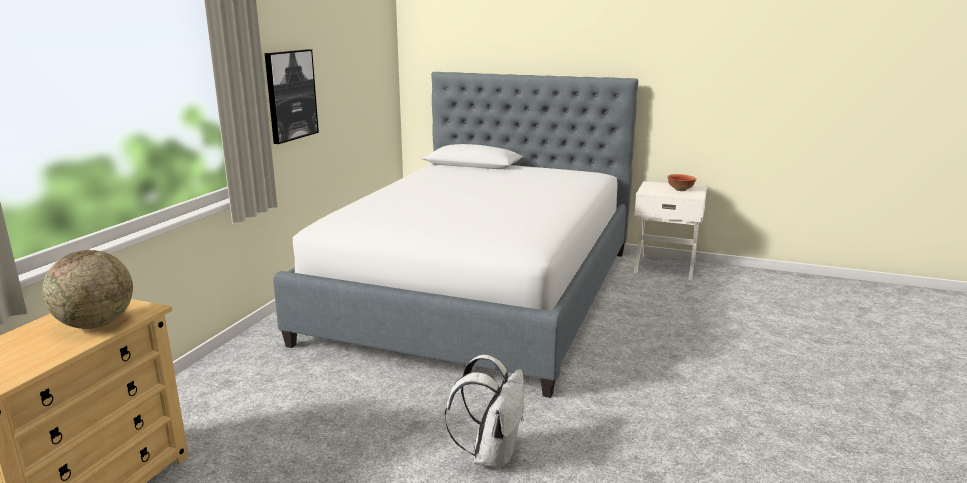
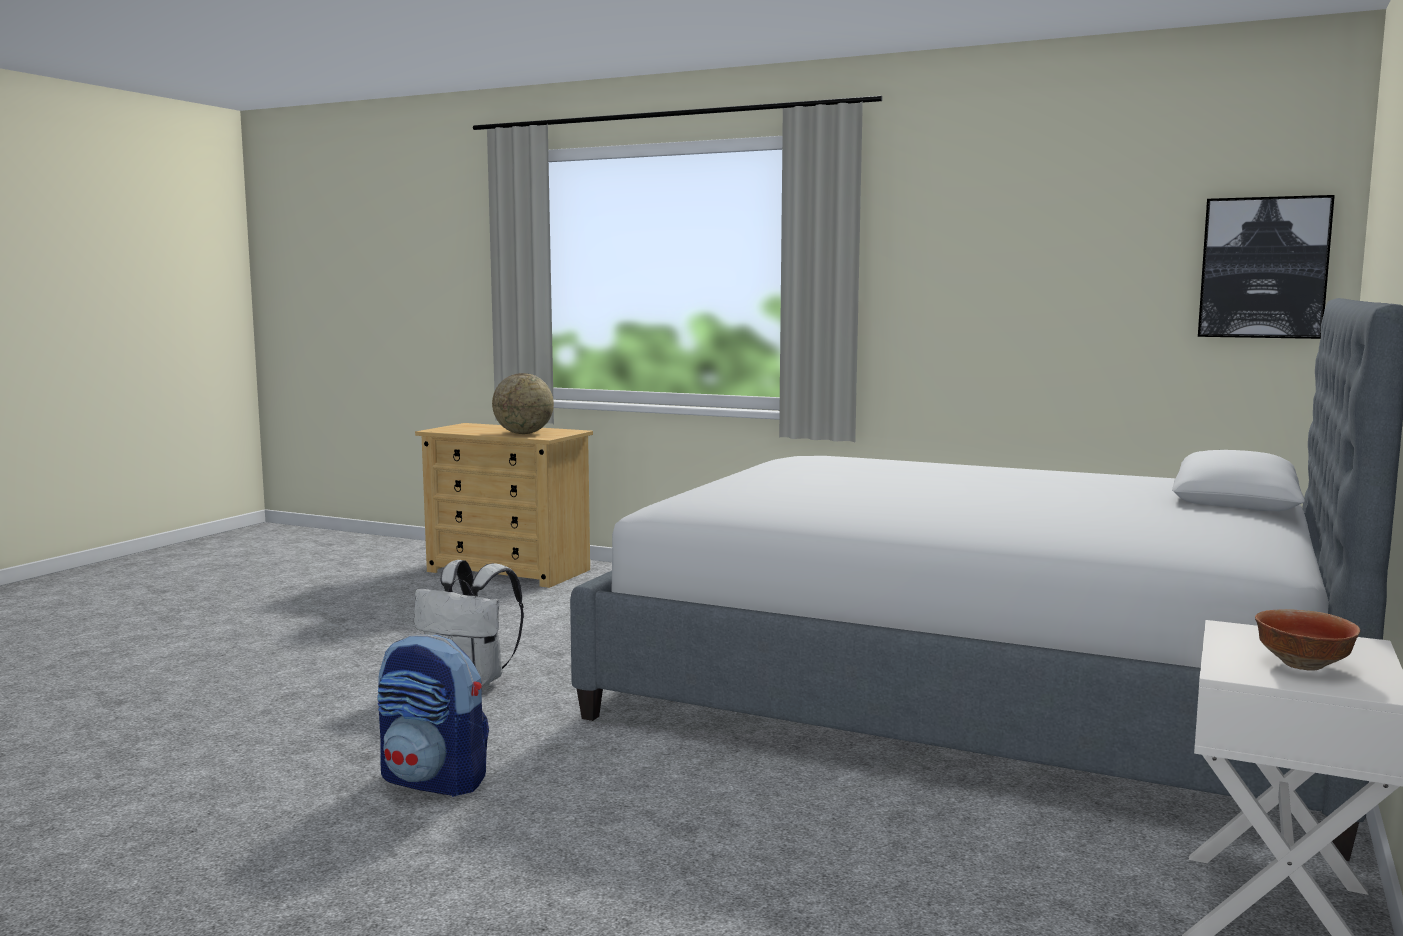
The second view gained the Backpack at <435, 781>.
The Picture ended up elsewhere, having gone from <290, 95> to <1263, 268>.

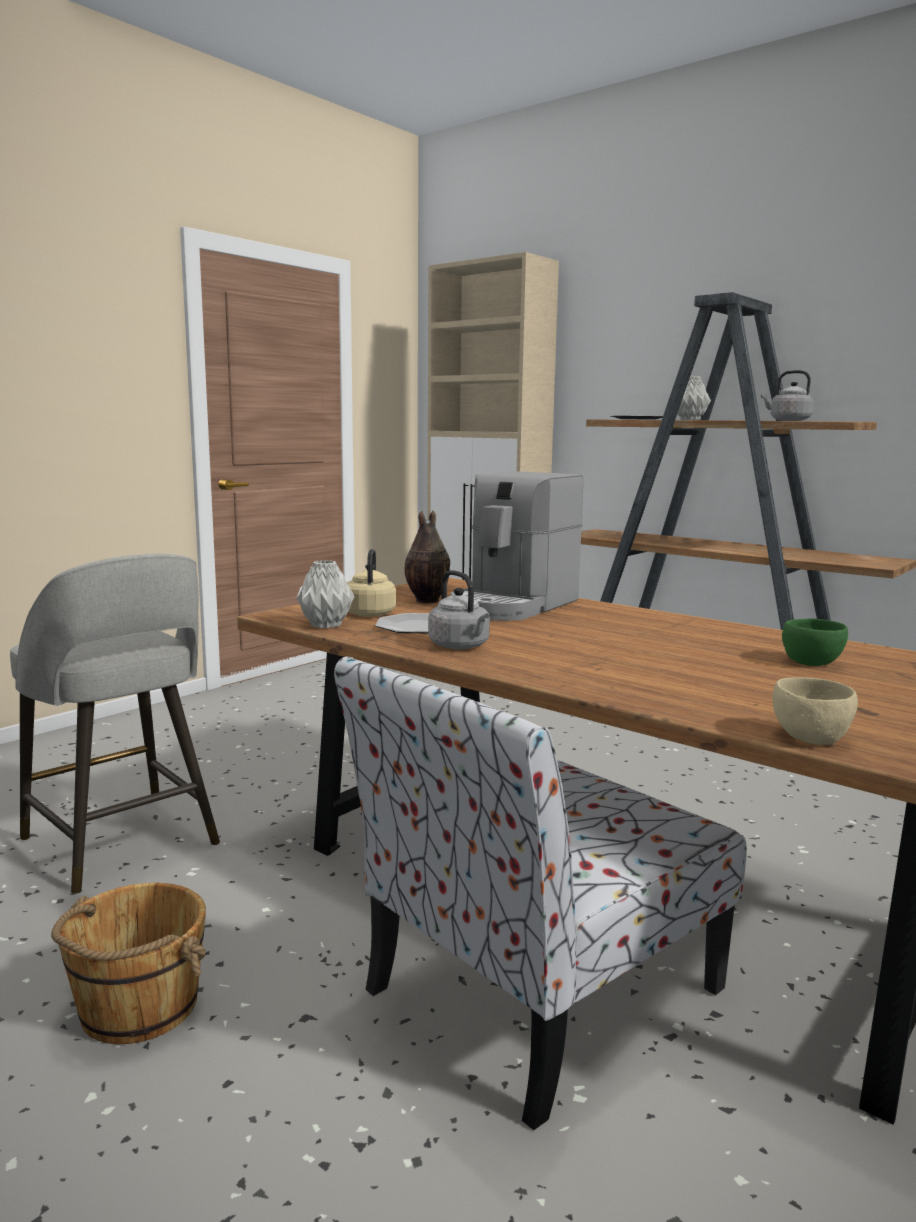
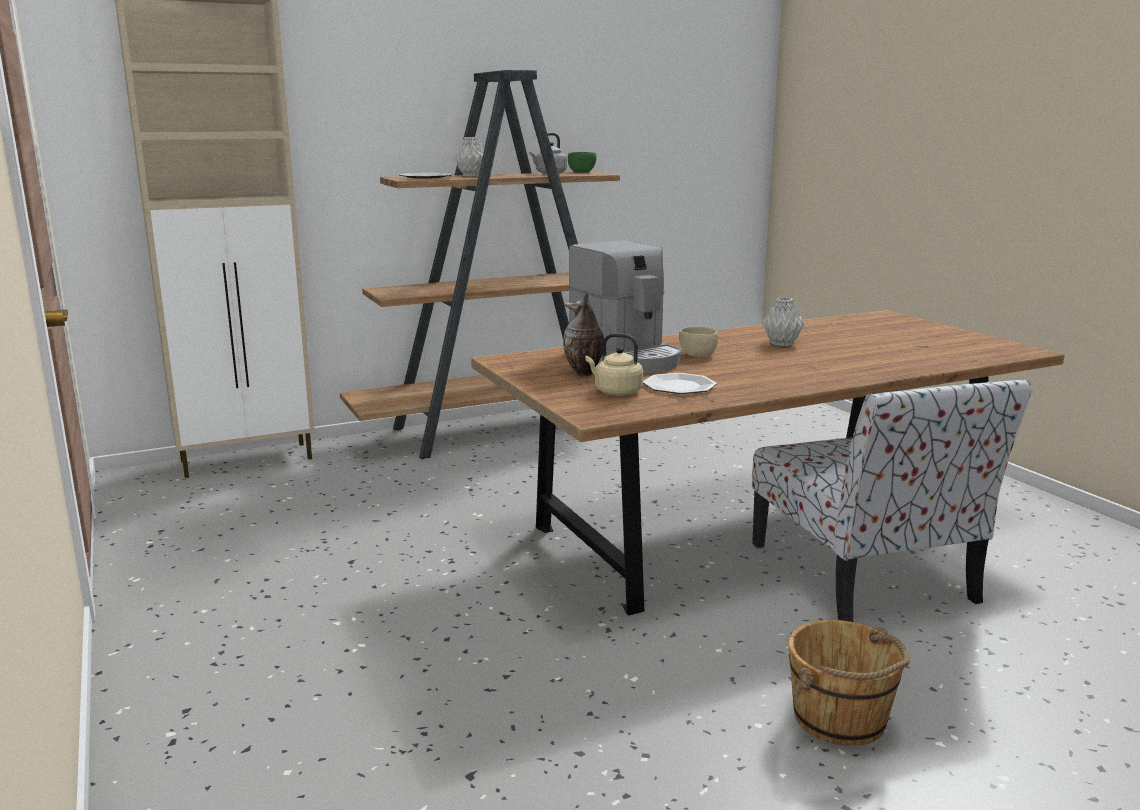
The second view lost the GreyStool at <122, 844>.
The second view lost the GreyKettle at <461, 646>.
The GreyVase ended up elsewhere, having gone from <326, 625> to <782, 344>.
The BeigeBowl ended up elsewhere, having gone from <808, 738> to <698, 355>.
The GreenBowl ended up elsewhere, having gone from <811, 662> to <581, 172>.

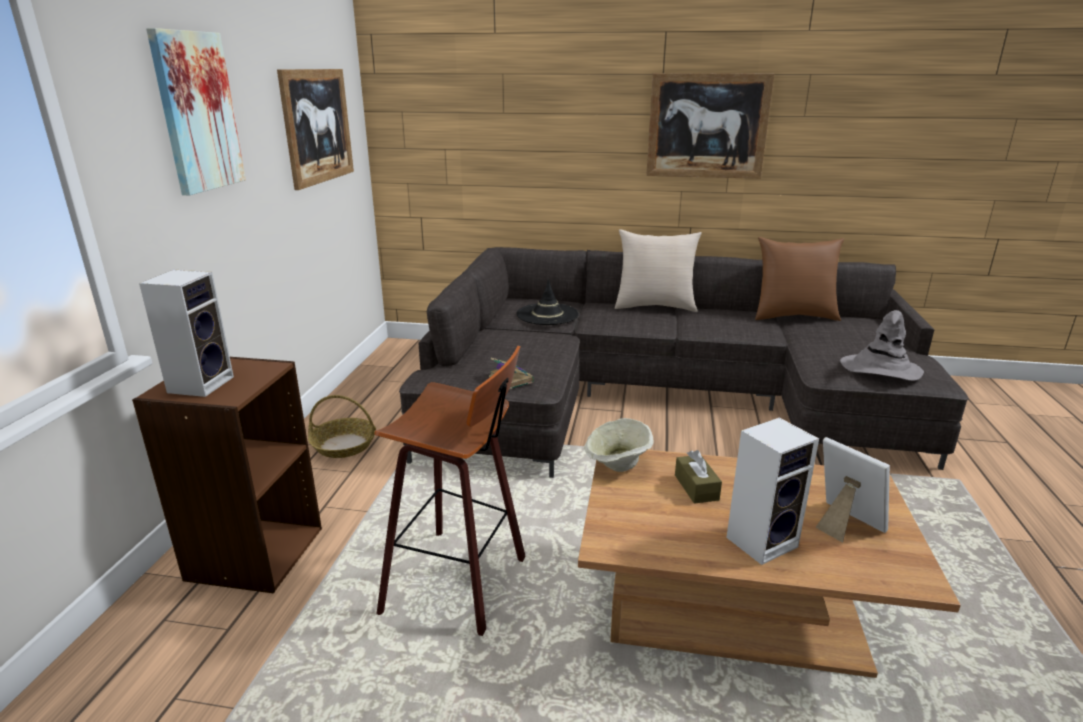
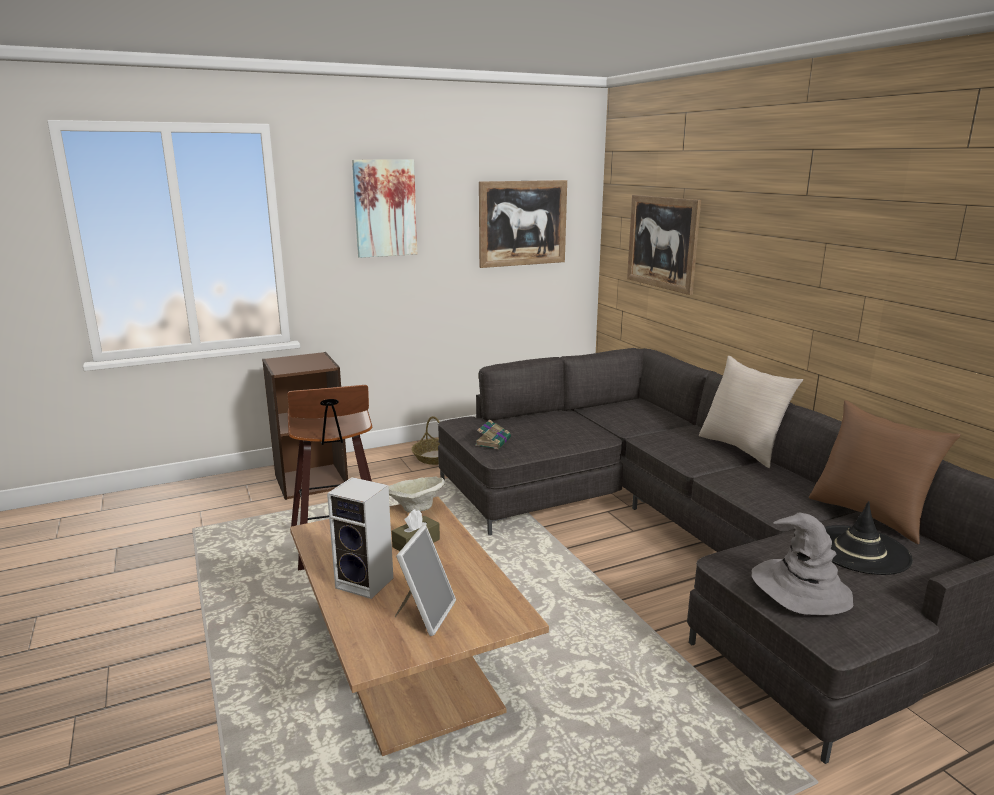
The second view lost the Speaker at <201, 383>.
The BlackHat ended up elsewhere, having gone from <547, 314> to <859, 550>.
The Picture ended up elsewhere, having gone from <707, 126> to <662, 242>.

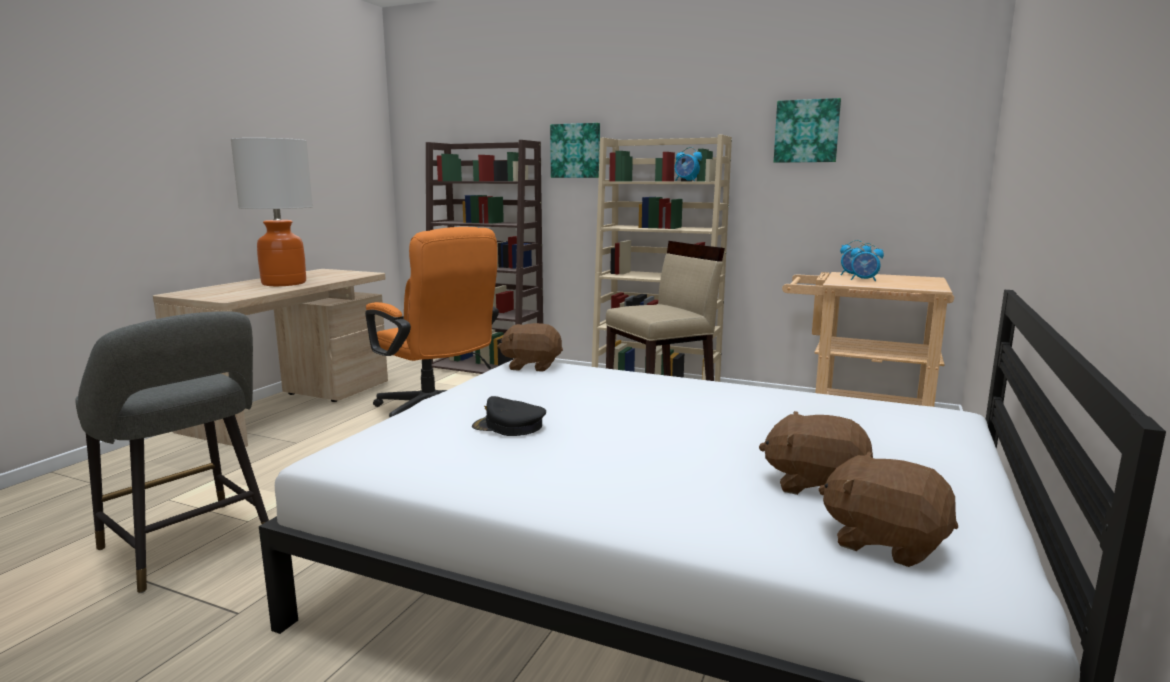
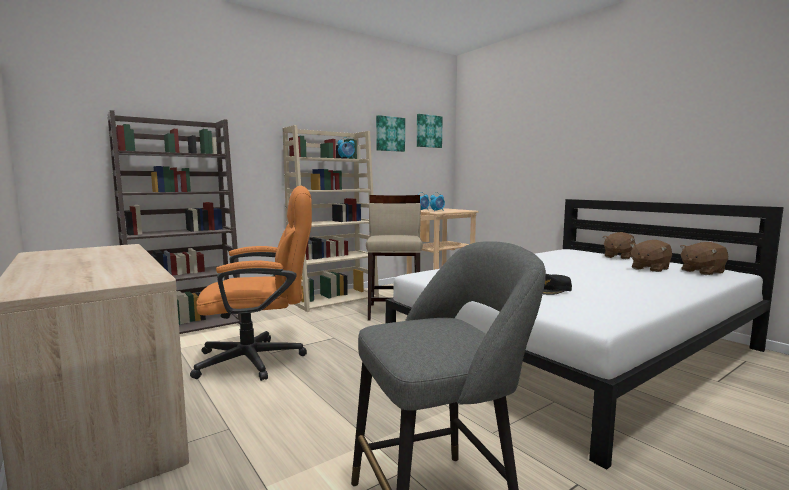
The second view lost the TableLamp at <283, 283>.
The BrownPlushToy ended up elsewhere, having gone from <532, 366> to <618, 257>.
The Picture ended up elsewhere, having gone from <576, 151> to <428, 131>.

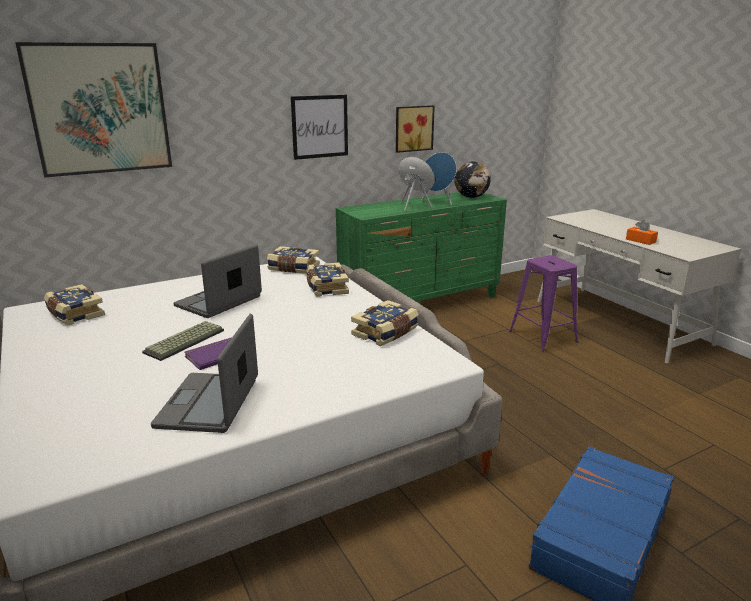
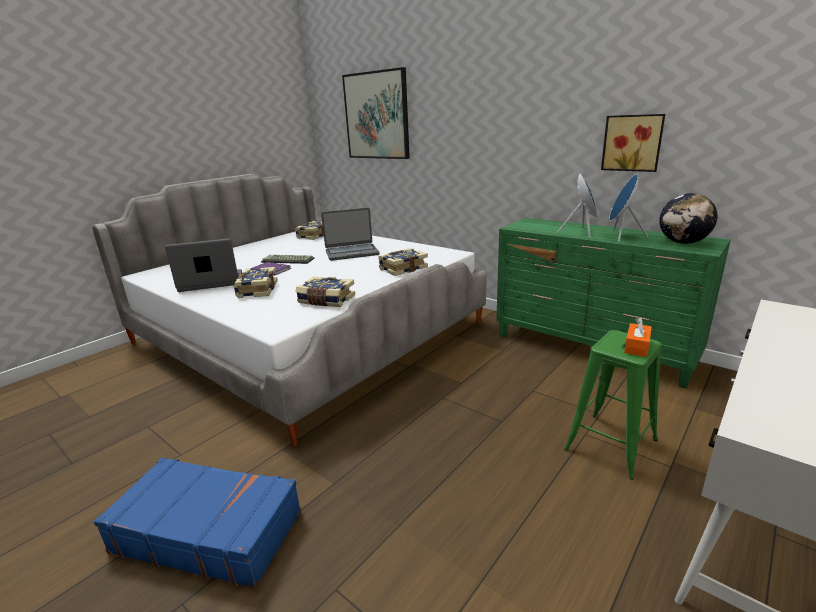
The second view lost the Picture at <320, 126>.
The Book ended up elsewhere, having gone from <293, 268> to <256, 290>.
The OrangeTissueBox ended up elsewhere, having gone from <640, 241> to <637, 346>.
What was the PurpleStool at <543, 337> turned into the GreenStool at <610, 445>.
The Laptop at <219, 302> ended up facing another way, 150 degrees clockwise from before.

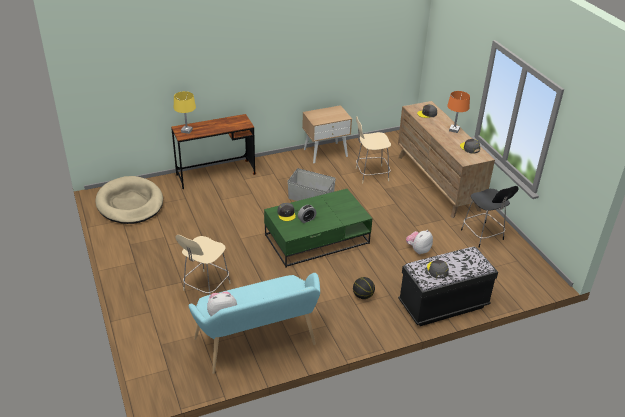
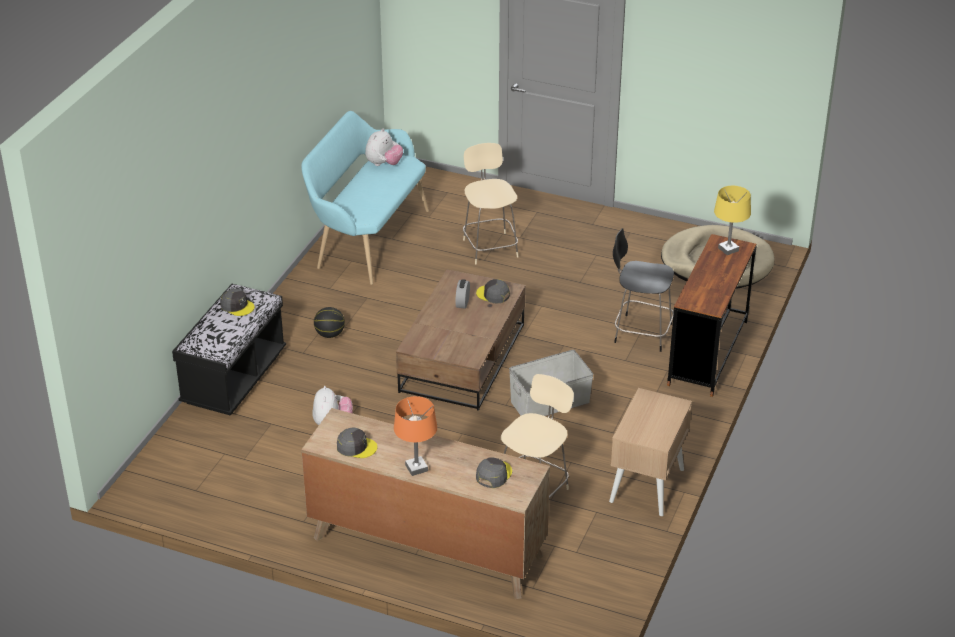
The BlackStool ended up elsewhere, having gone from <483, 235> to <640, 332>.
What was the GreenCoffeeTable at <317, 239> turned into the BrownCoffeeTable at <462, 359>.

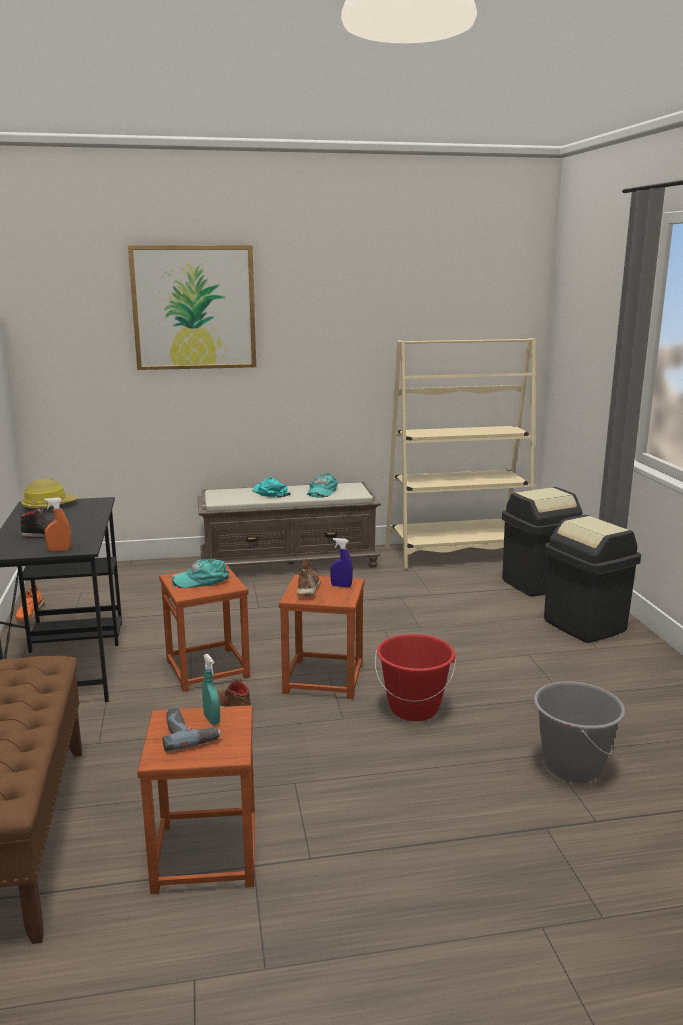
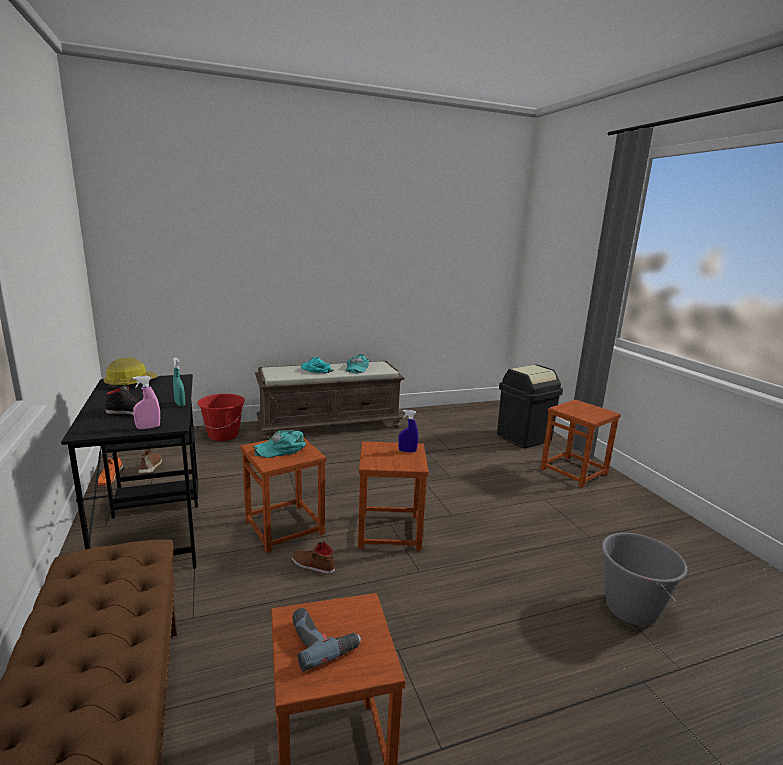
The second view lost the Picture at <194, 308>.
The second view lost the BeigeBookcase at <457, 553>.
The TurquoiseSprayBottle ended up elsewhere, having gone from <212, 720> to <180, 404>.
The BrownShoe ended up elsewhere, having gone from <308, 588> to <151, 467>.
The RedBucket ended up elsewhere, having gone from <414, 708> to <223, 435>.
Where the BlackTrashCan stood at <585, 625>, the BrownStool came to stand at <574, 471>.
What was the OrangeSprayBottle at <59, 550> turned into the PinkSprayBottle at <148, 427>.

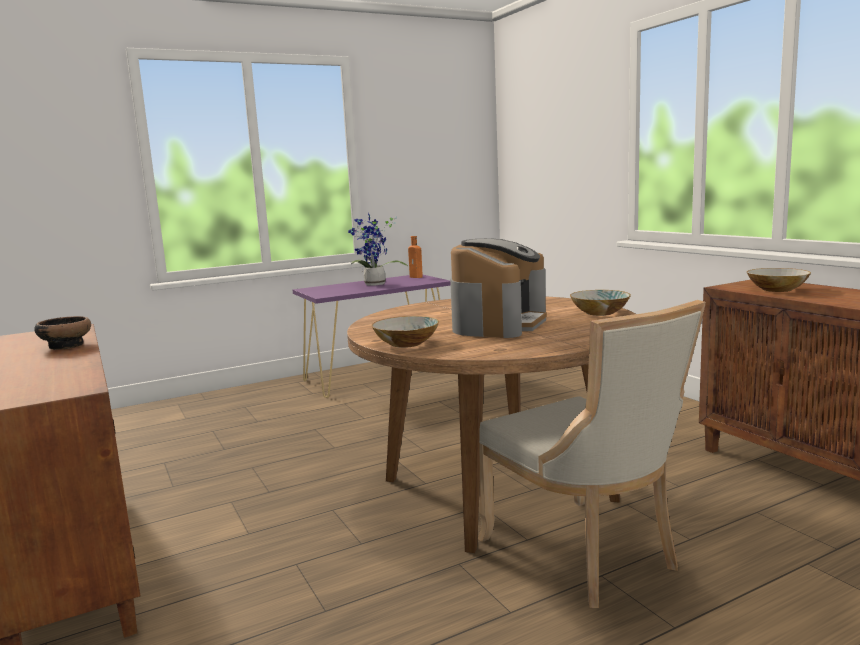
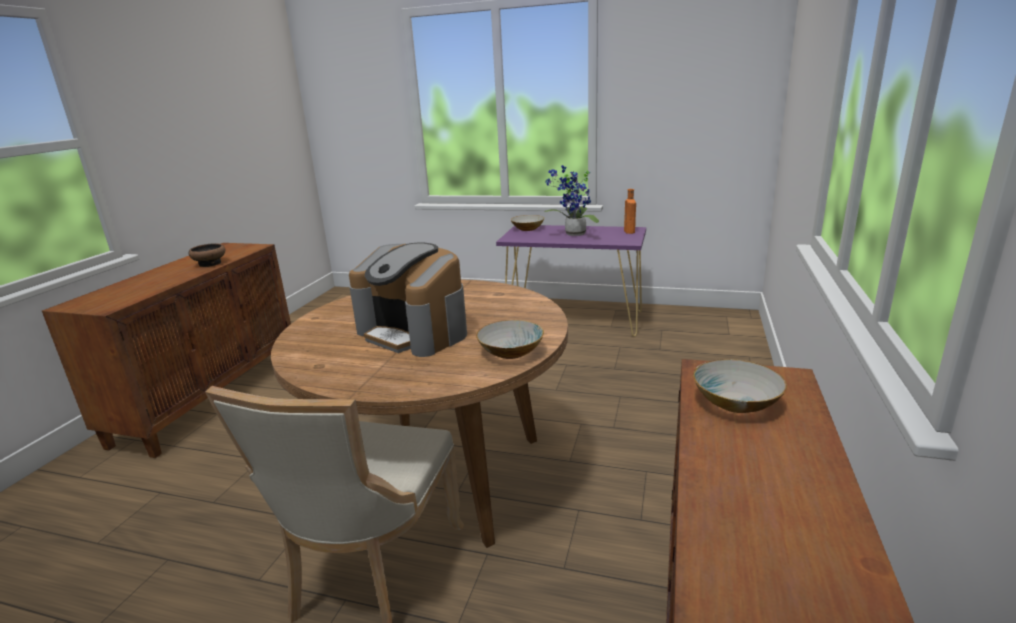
The Bowl ended up elsewhere, having gone from <406, 344> to <527, 229>.
The CoffeeMachine at <499, 323> ended up facing another way, 60 degrees clockwise from before.

